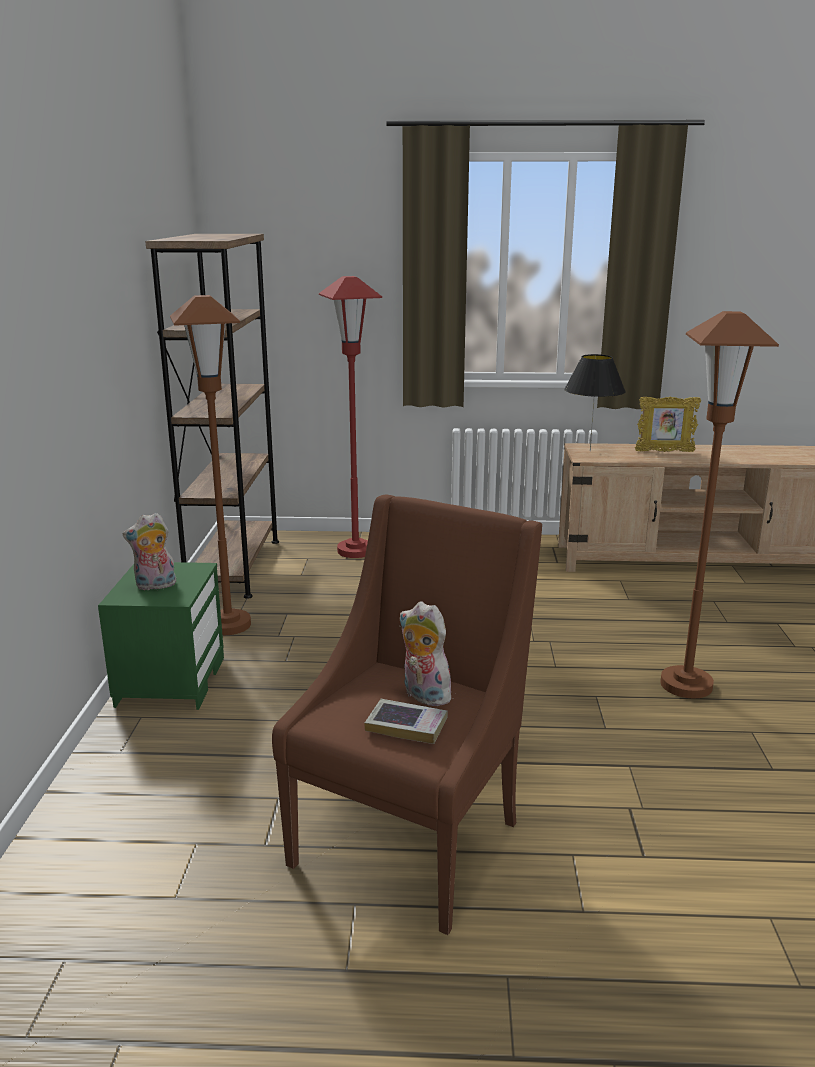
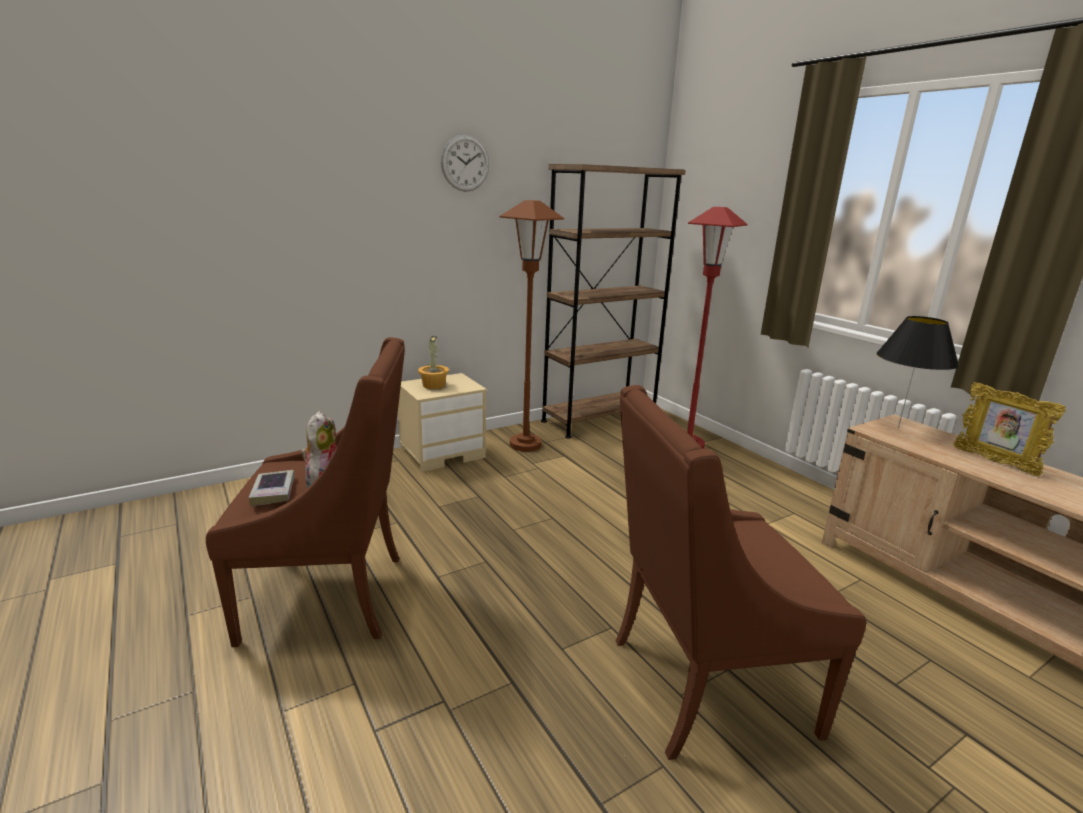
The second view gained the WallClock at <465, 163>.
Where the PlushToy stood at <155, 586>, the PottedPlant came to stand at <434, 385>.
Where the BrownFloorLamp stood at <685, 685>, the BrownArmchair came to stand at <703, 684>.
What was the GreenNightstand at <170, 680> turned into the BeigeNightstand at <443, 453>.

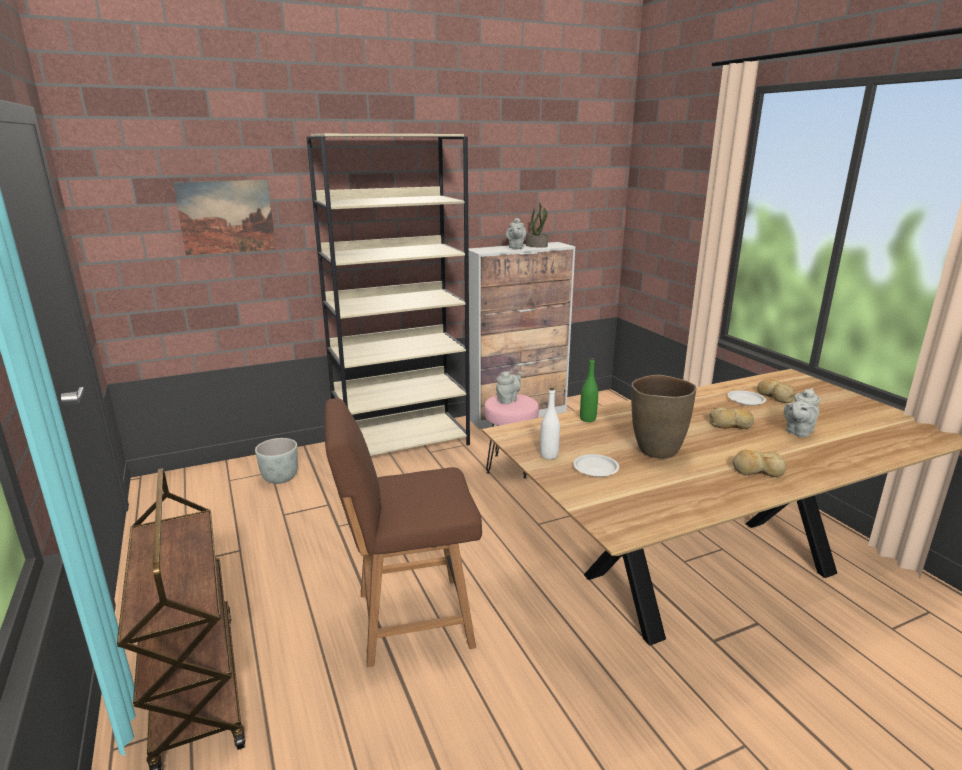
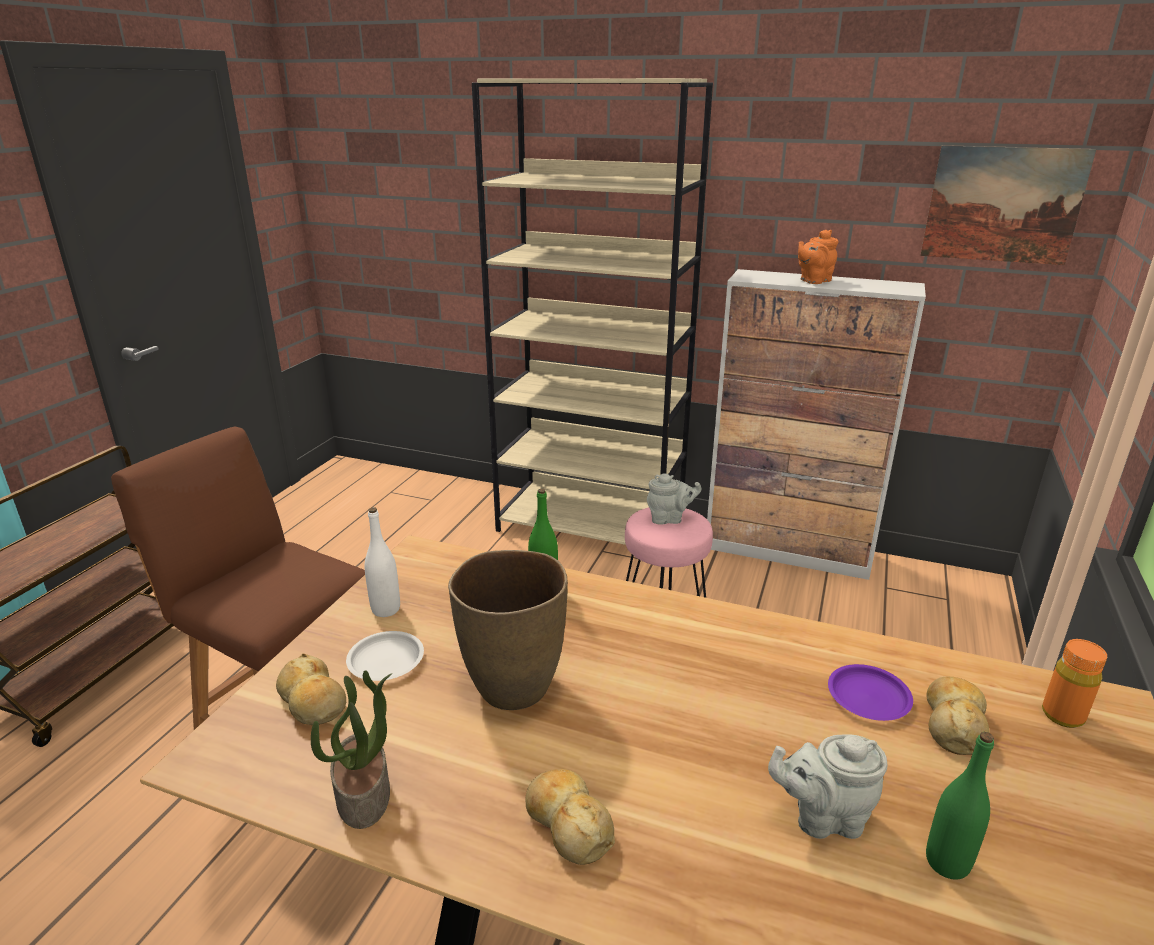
The second view lost the GreyPlanter at <281, 478>.
The second view gained the GreenBottle at <947, 862>.
The second view gained the OrangeBottle at <1062, 715>.
The Picture ended up elsewhere, having gone from <226, 217> to <1003, 205>.
The PottedPlant ended up elsewhere, having gone from <537, 246> to <364, 795>.
The Bread ended up elsewhere, having gone from <731, 425> to <312, 701>.
What was the GreyTeapot at <515, 247> turned into the OrangeTeapot at <813, 281>.
What was the WhitePlate at <745, 400> turned into the PurplePlate at <868, 696>.

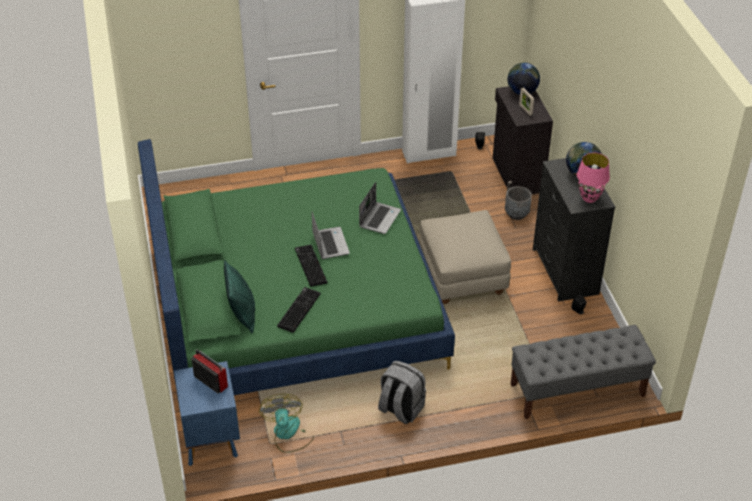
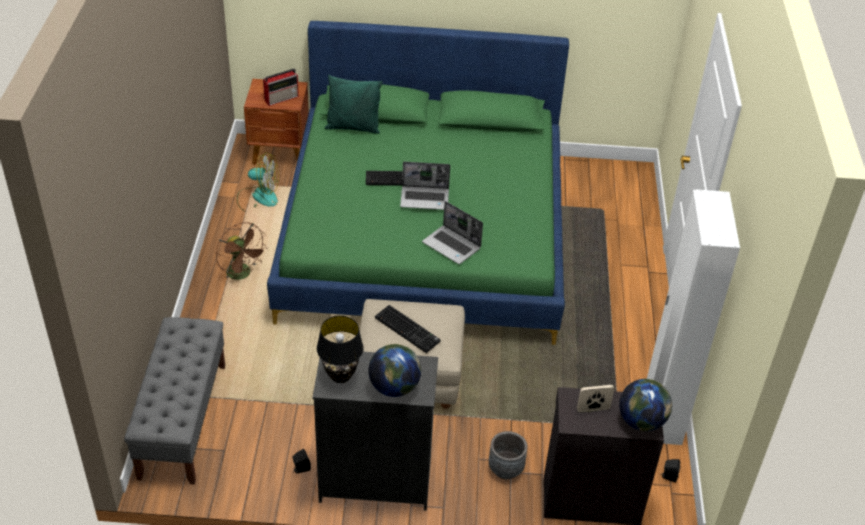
The Keyboard ended up elsewhere, having gone from <298, 309> to <408, 329>.
Where the GreyBackpack stood at <400, 409>, the BrownFan came to stand at <242, 274>.
What was the BlueNightstand at <211, 439> turned into the BrownNightstand at <281, 153>.
What was the PinkTableLamp at <589, 198> turned into the BlackTableLamp at <340, 376>.

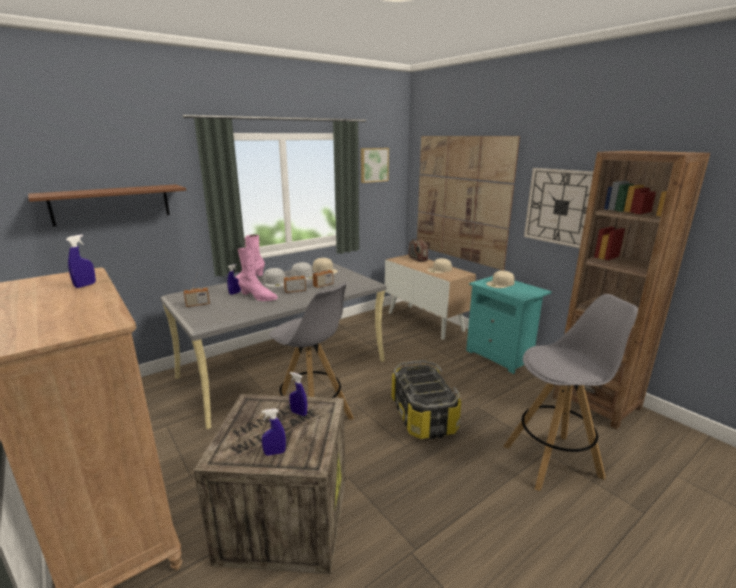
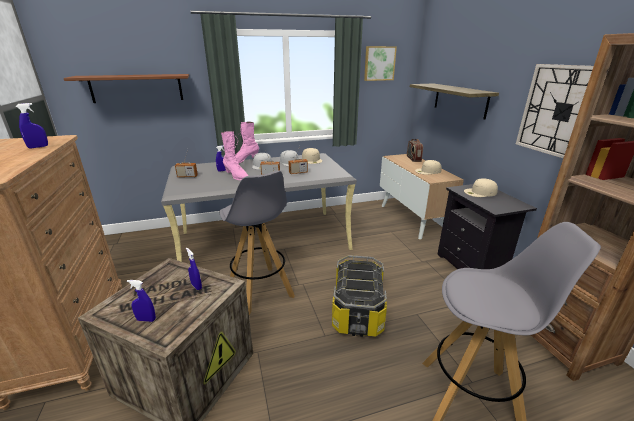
Where the Picture hung at <461, 199>, the Shelf came to hang at <460, 100>.
What was the TurquoiseNightstand at <501, 356> turned into the BlackNightstand at <472, 267>.

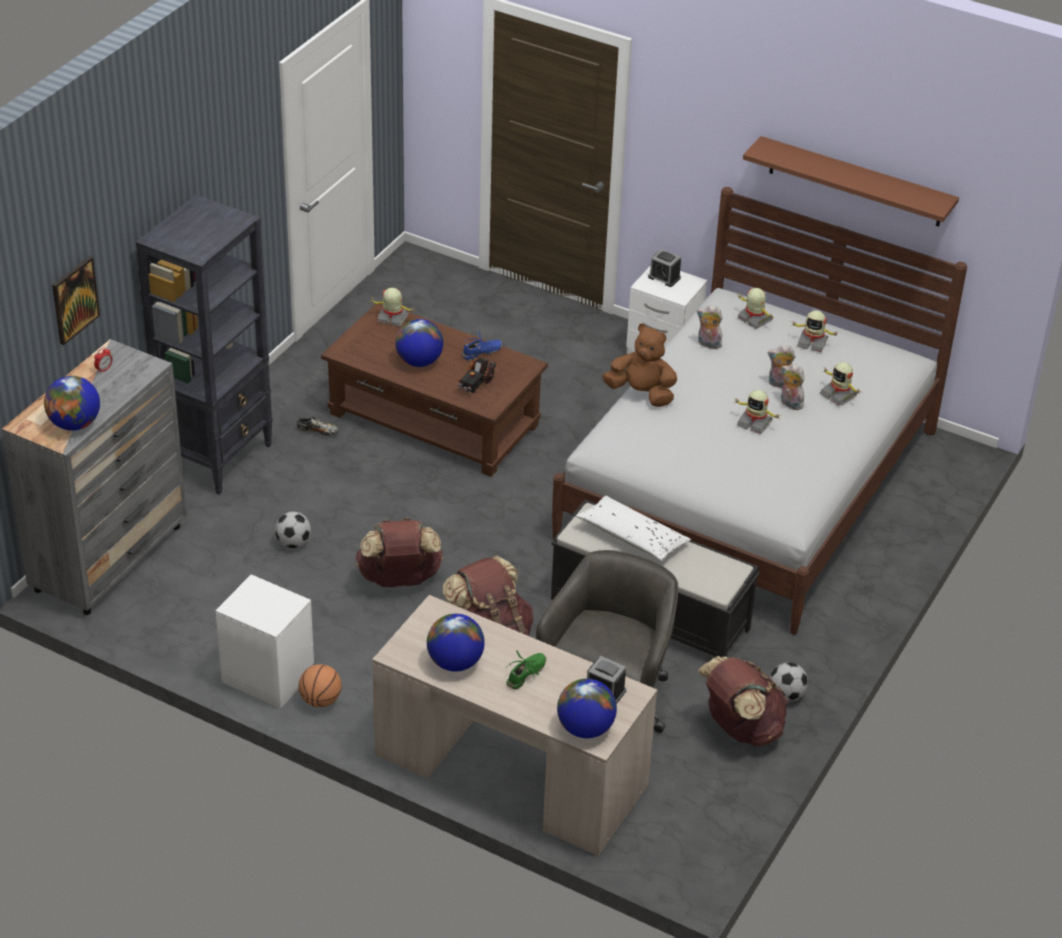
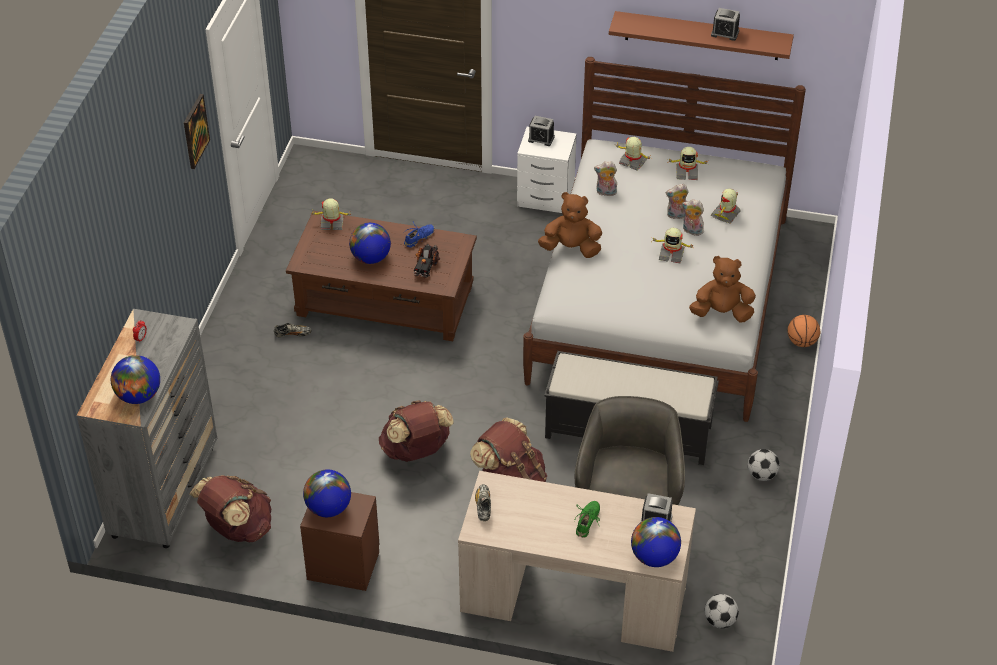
The second view lost the BlackBookcase at <218, 457>.
The second view lost the WhitePillow at <632, 537>.
The second view gained the Shoe at <483, 506>.
The second view gained the BrownPlushToy at <722, 313>.
The second view gained the AlarmClock at <725, 33>.
The Picture ended up elsewhere, having gone from <74, 299> to <195, 131>.
The Football ended up elsewhere, having gone from <293, 543> to <719, 621>.
The Basketball ended up elsewhere, having gone from <320, 700> to <801, 342>.
The Globe ended up elsewhere, having gone from <455, 662> to <328, 508>.
The BrownBackpack ended up elsewhere, having gone from <740, 728> to <237, 529>.
What was the WhiteNightstand at <267, 675> turned into the BrownNightstand at <342, 564>.
The ToyRobot at <838, 395> ended up facing another way, 90 degrees clockwise from before.

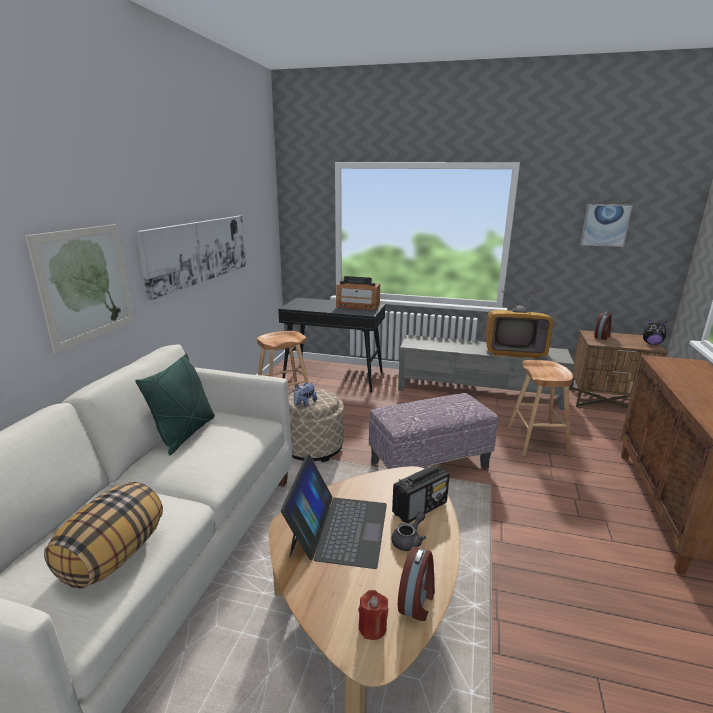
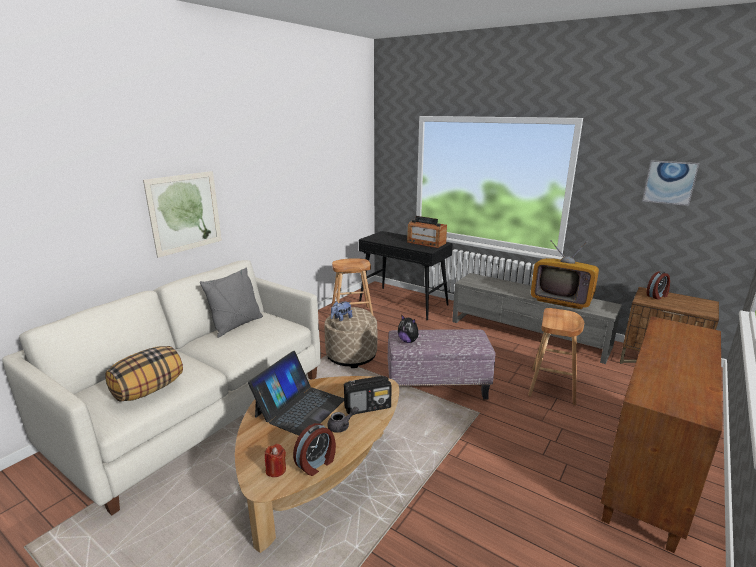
The second view lost the Picture at <199, 251>.
The PlushToy ended up elsewhere, having gone from <651, 344> to <408, 341>.
What was the GreenPillow at <185, 434> turned into the GreyPillow at <236, 325>.

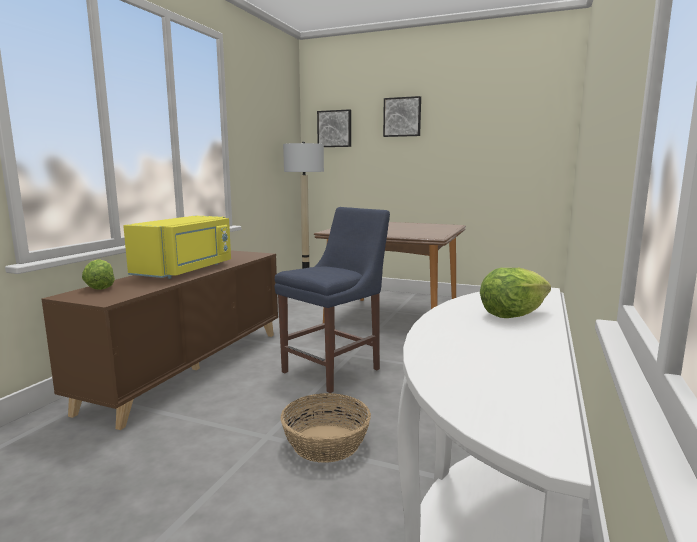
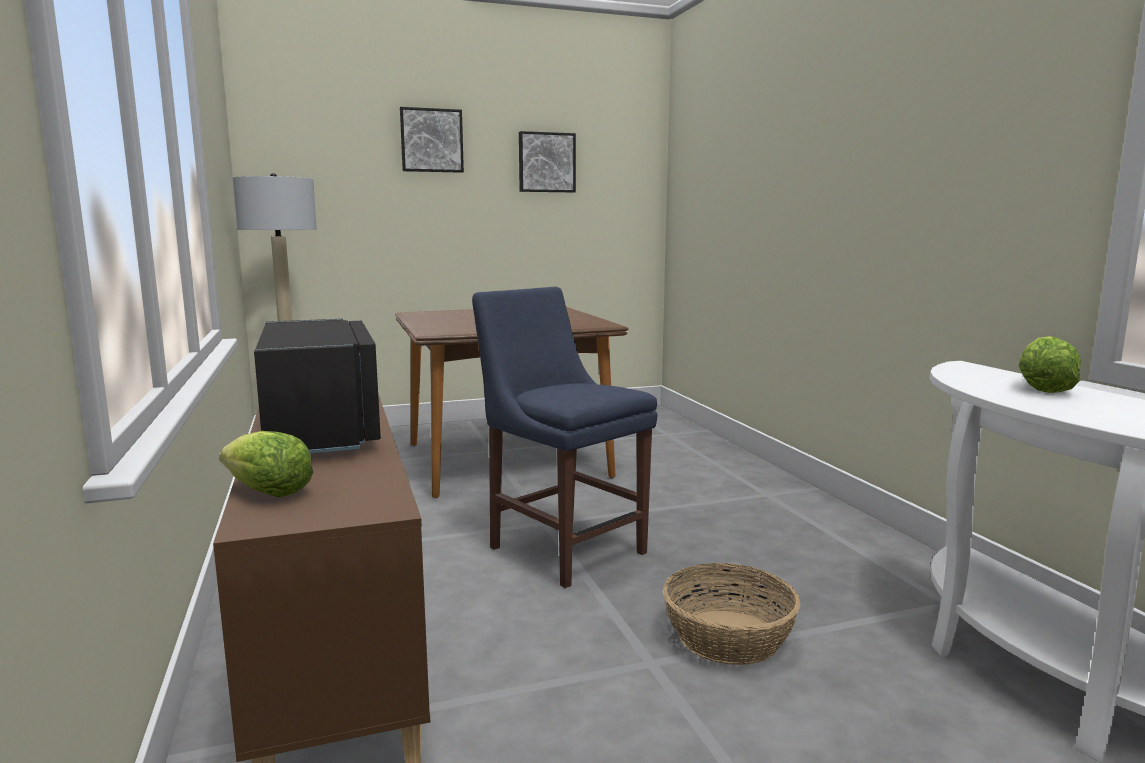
The Picture ended up elsewhere, having gone from <334, 129> to <546, 162>.
What was the YellowMicrowave at <186, 270> turned into the BlackMicrowave at <323, 431>.
The BlueChair at <335, 369> ended up facing another way, 45 degrees counterclockwise from before.

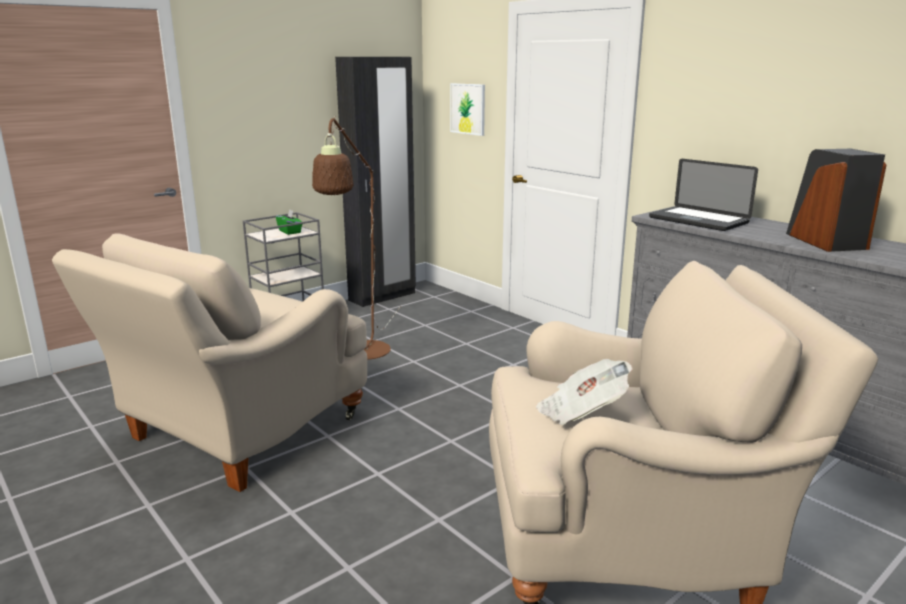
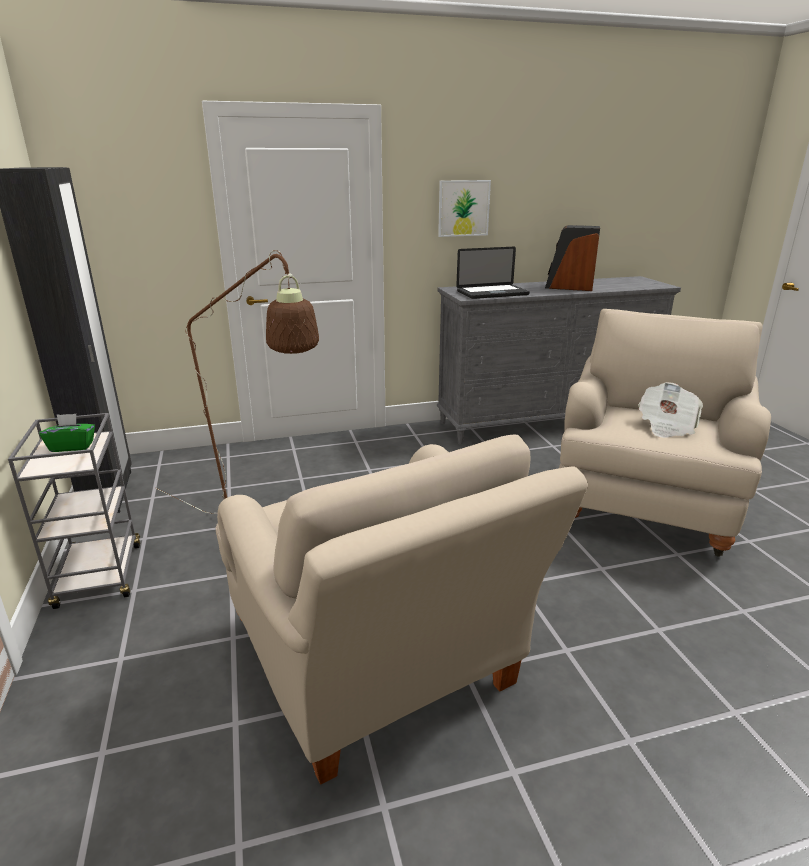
The Picture ended up elsewhere, having gone from <468, 109> to <463, 208>.

